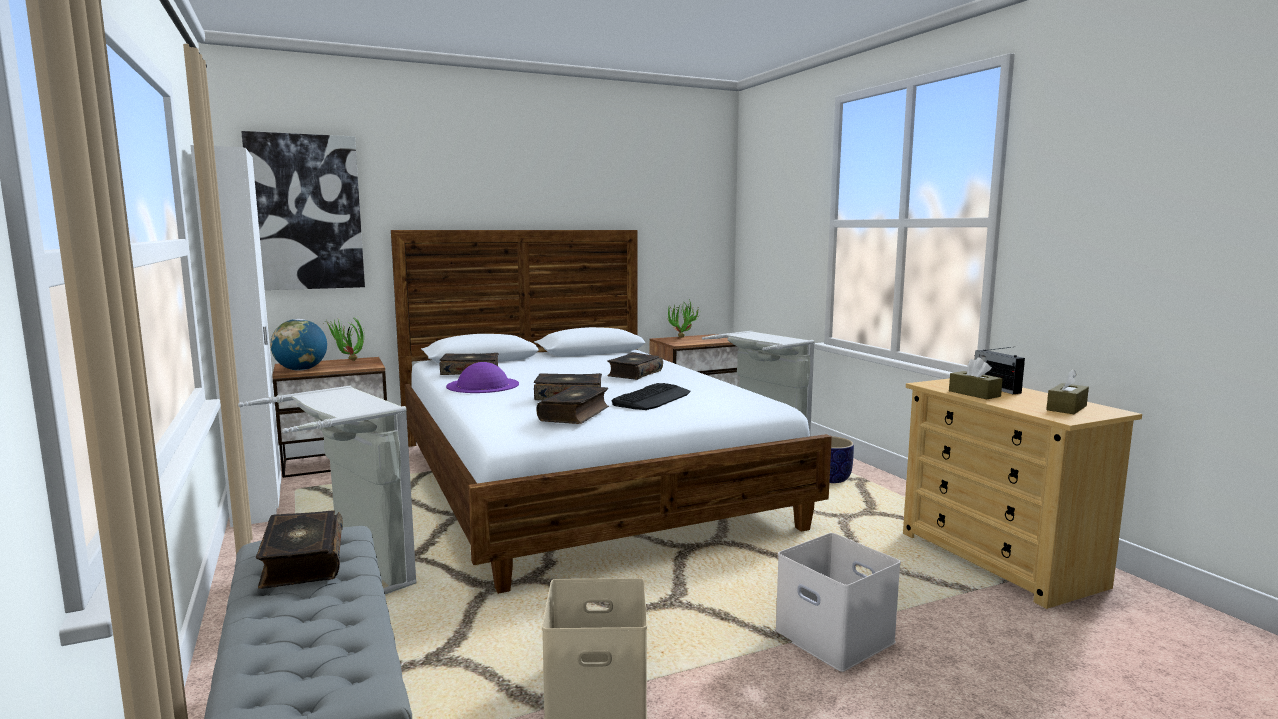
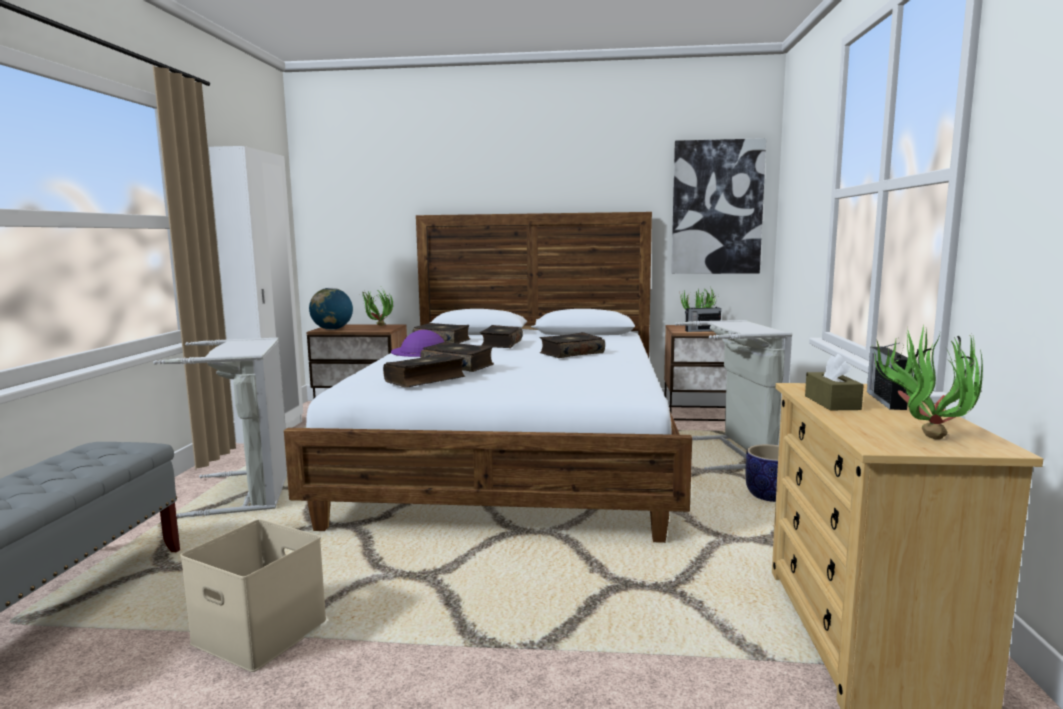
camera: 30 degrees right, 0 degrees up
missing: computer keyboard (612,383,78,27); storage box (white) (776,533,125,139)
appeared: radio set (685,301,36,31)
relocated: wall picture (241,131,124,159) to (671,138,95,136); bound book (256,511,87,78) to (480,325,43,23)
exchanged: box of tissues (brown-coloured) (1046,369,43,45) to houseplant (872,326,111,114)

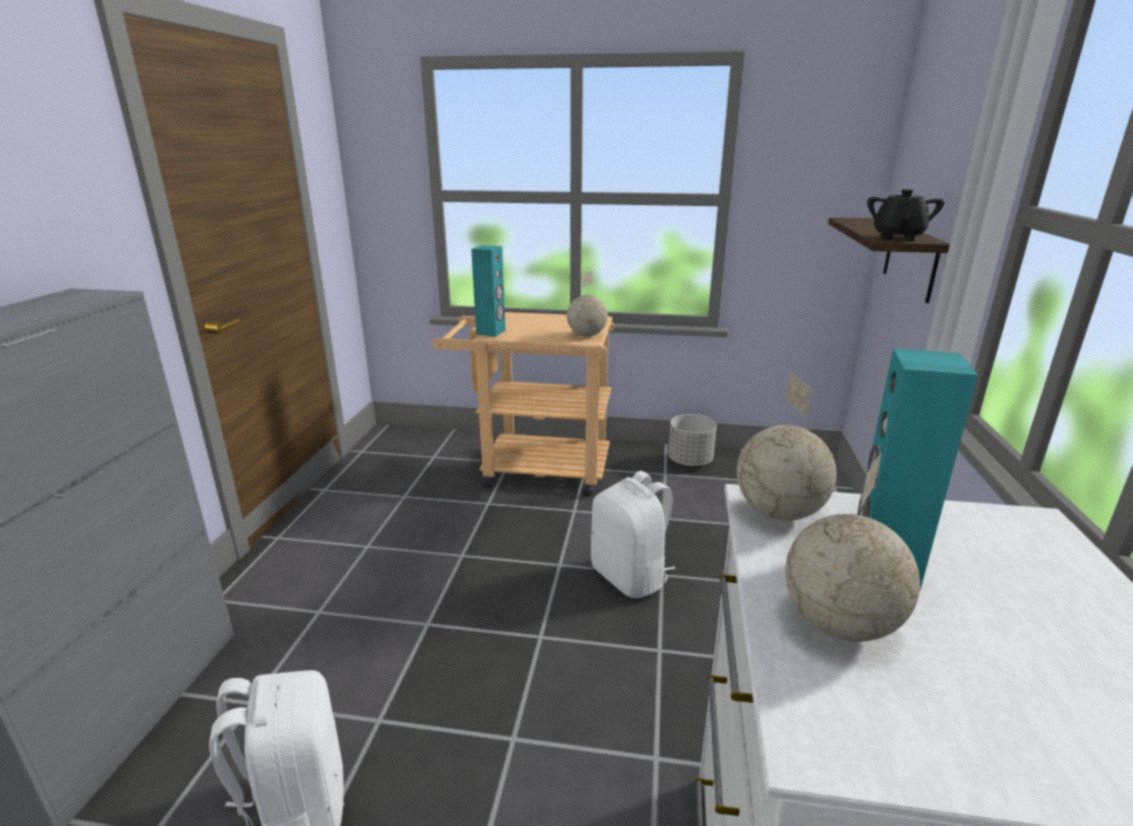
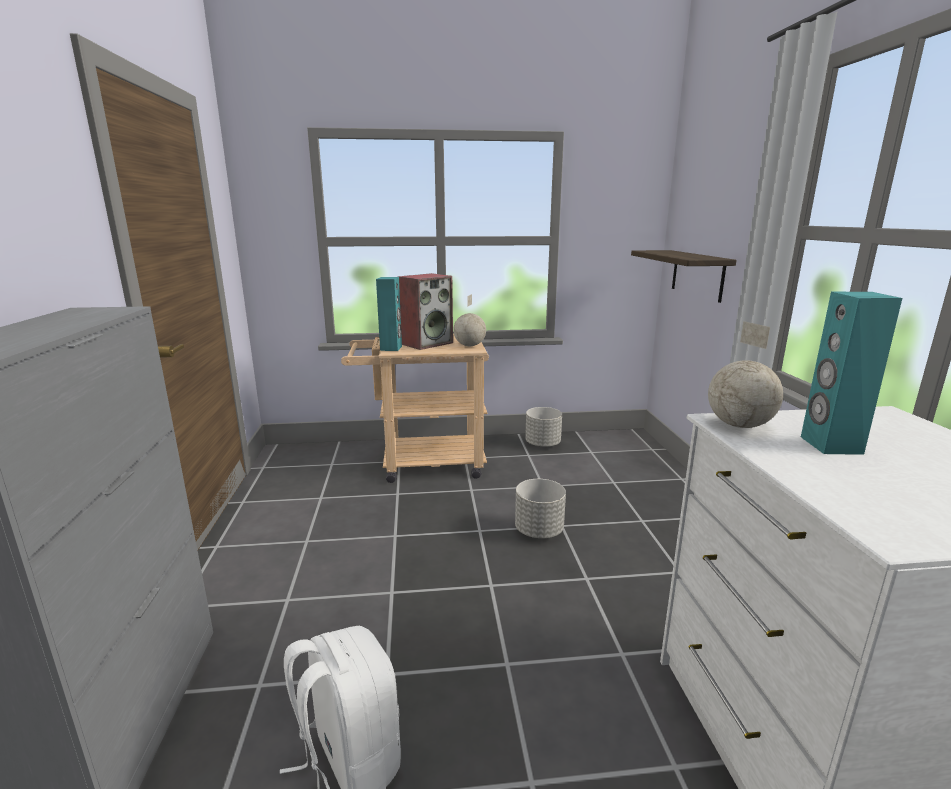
camera: 15 degrees left, 5 degrees down
missing: world globe (785,451,135,191); tea pot (black-coloured) (867,189,77,52)
appeared: speaker (398,273,55,77)
exchanged: knapsack (white) (591,471,85,127) to flower pot (grey) (515,479,51,59)

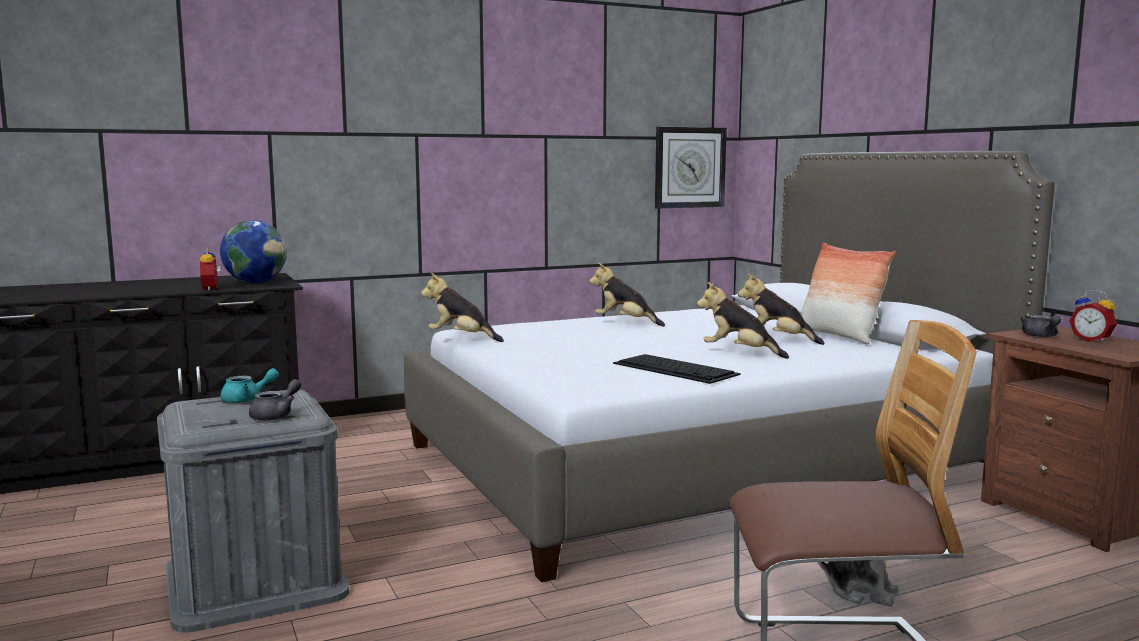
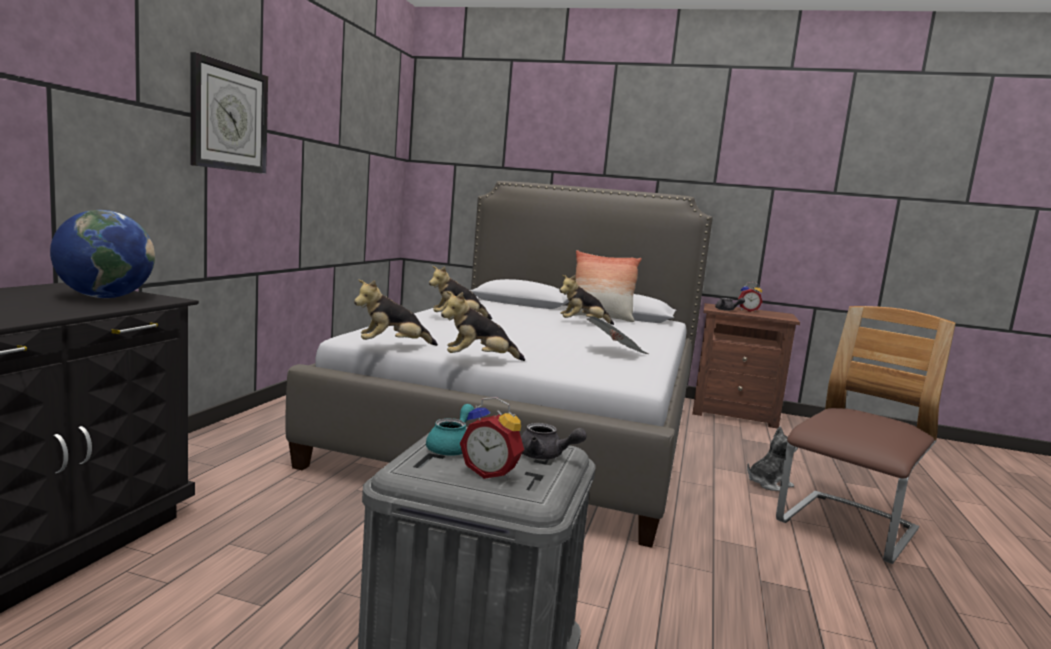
camera: 50 degrees left, 0 degrees up
relocated: alarm clock (200,246,22,45) to (460,397,64,83); wall clock (655,127,72,82) to (190,52,78,122); cuddly toy (697,282,92,77) to (441,291,84,70)
exchanged: computer keyboard (613,354,128,30) to daily paper (587,316,61,38)
spun: tea pot (grey) (249,379,52,42) = (521,423,66,37) 135 degrees clockwise

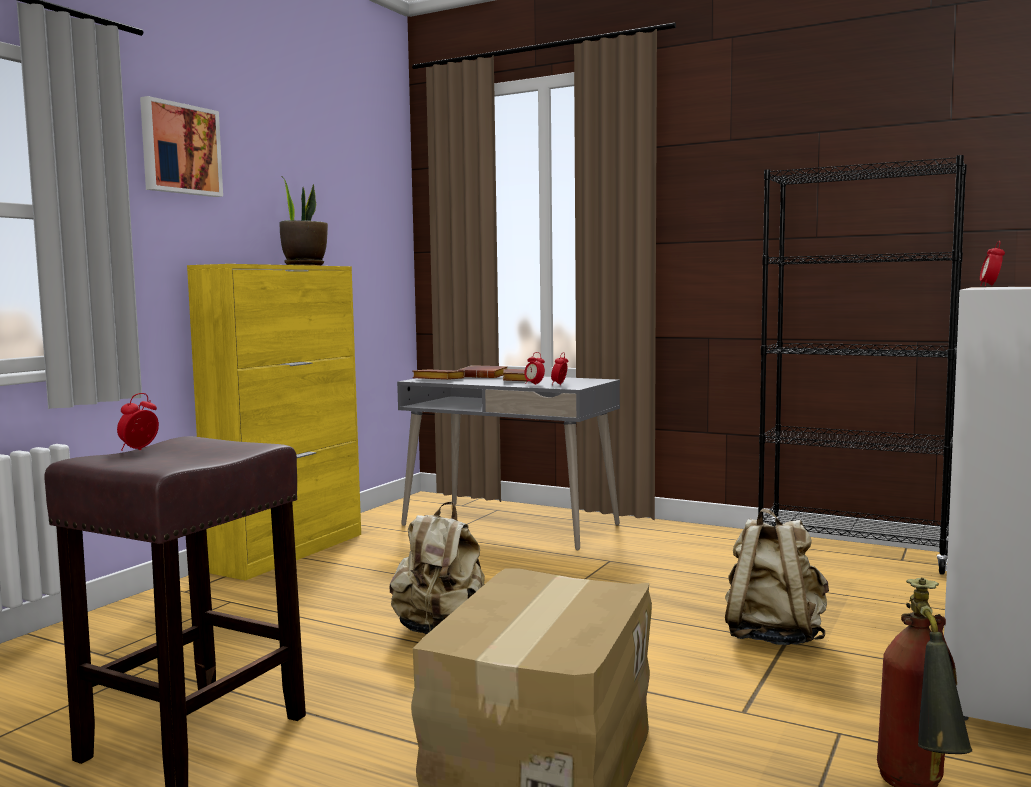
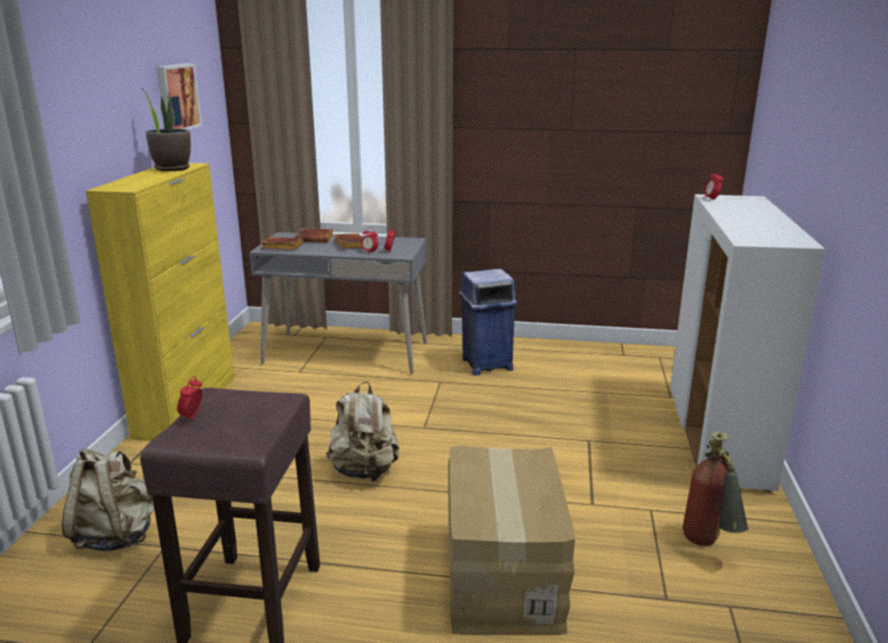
camera: 20 degrees left, 15 degrees up
missing: shelving unit (black-coloured) (758,155,209,420)
appeared: waste bin (blue) (459,269,59,106)
relocated: wall picture (140,96,83,101) to (156,63,46,67); knapsack (beige-coloured) (725,509,104,136) to (62,448,92,103)

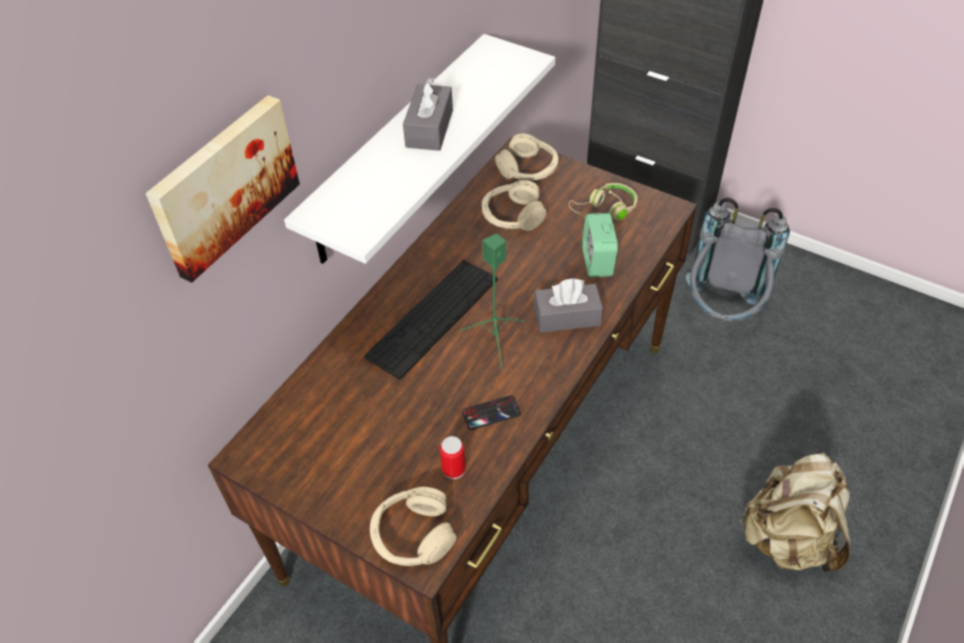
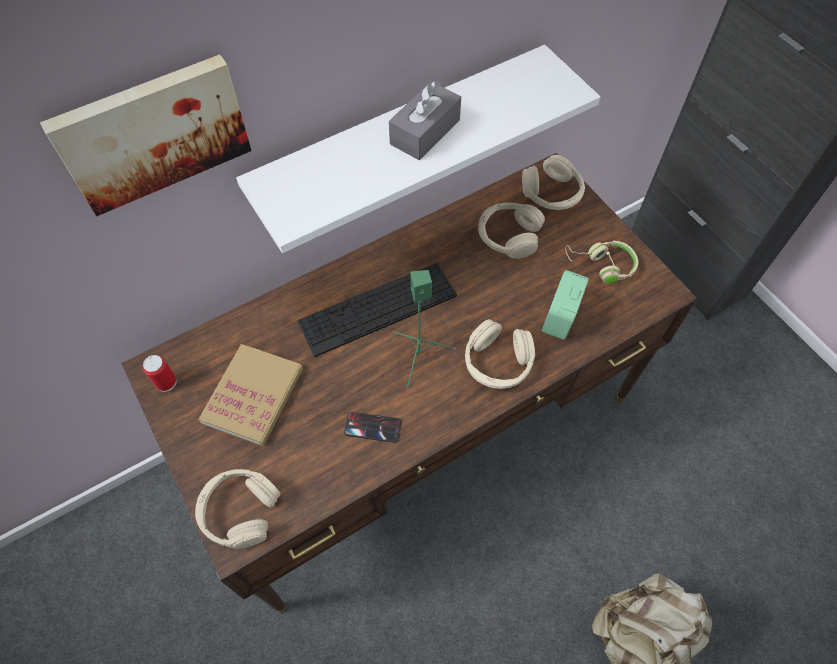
camera: 25 degrees right, 10 degrees up
missing: knapsack (grey) (686,198,104,123)
appeared: bound book (198,344,105,102)
relocated: sealed can (440,436,26,43) to (143,355,34,37)
exchanged: box of tissues (grey) (534,278,69,55) to pair of headphones (beige-coloured) (465,319,70,70)

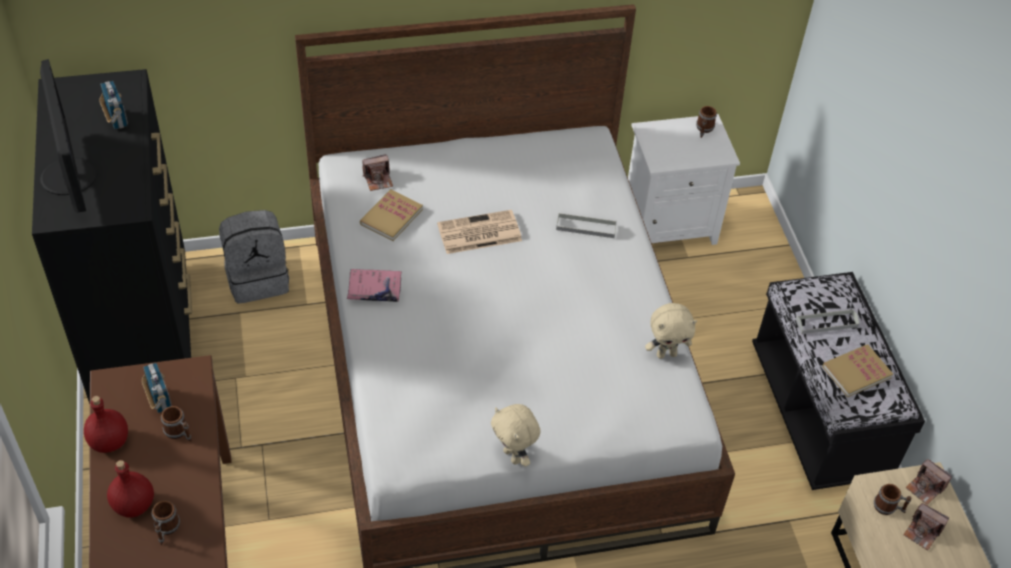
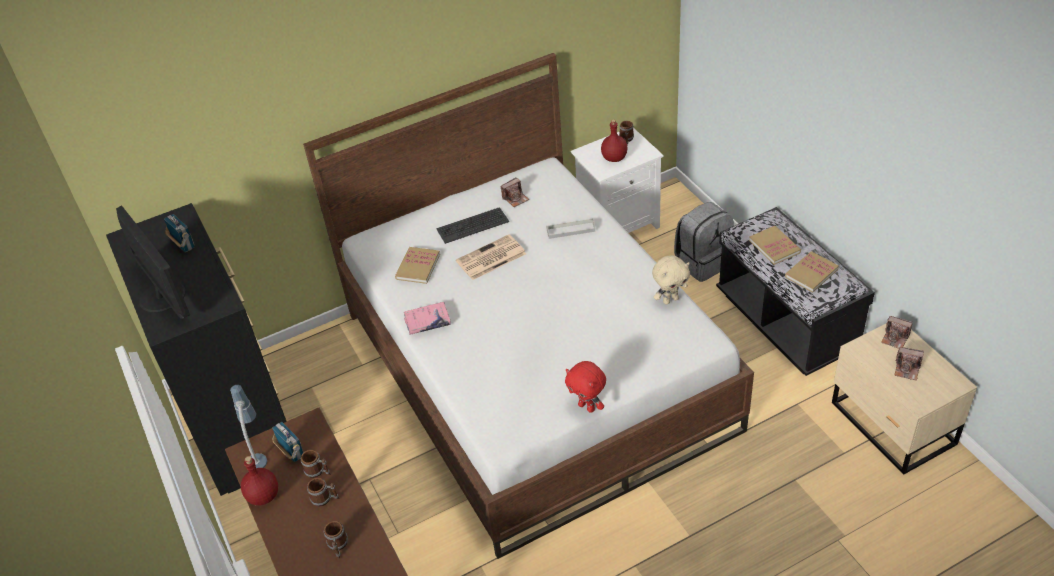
camera: 10 degrees left, 5 degrees down
appeared: tabletop lamp (230,385,37,83); computer keyboard (437,207,72,37)
relocated: beverage bottle (reddish) (107,460,47,58) to (601,119,26,43); knapsack (grey) (219,210,70,94) to (674,202,60,80); photo camera (362,154,31,37) to (501,177,28,30); mug (874,484,38,31) to (307,478,33,29)
exchanged: tray (grey) (795,309,65,25) to bound book (749,226,52,39)
colour: cuddly toy (beige-coloured) (491,404,50,63) to cuddly toy (reddish) (565,361,41,52)

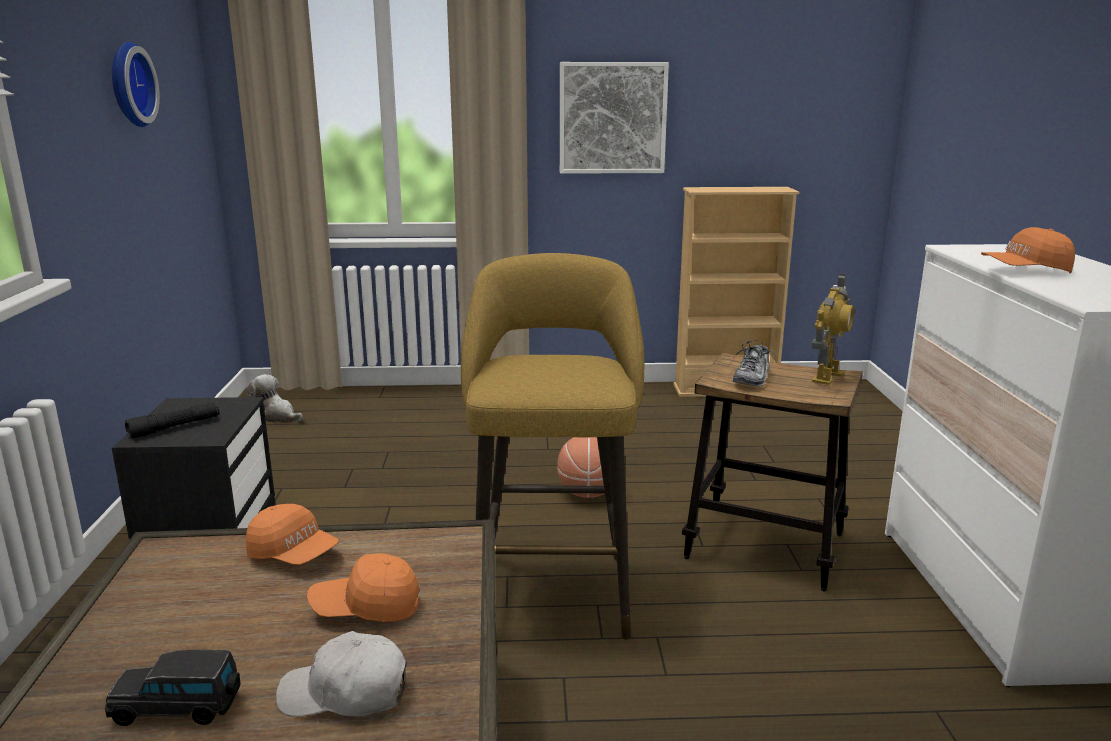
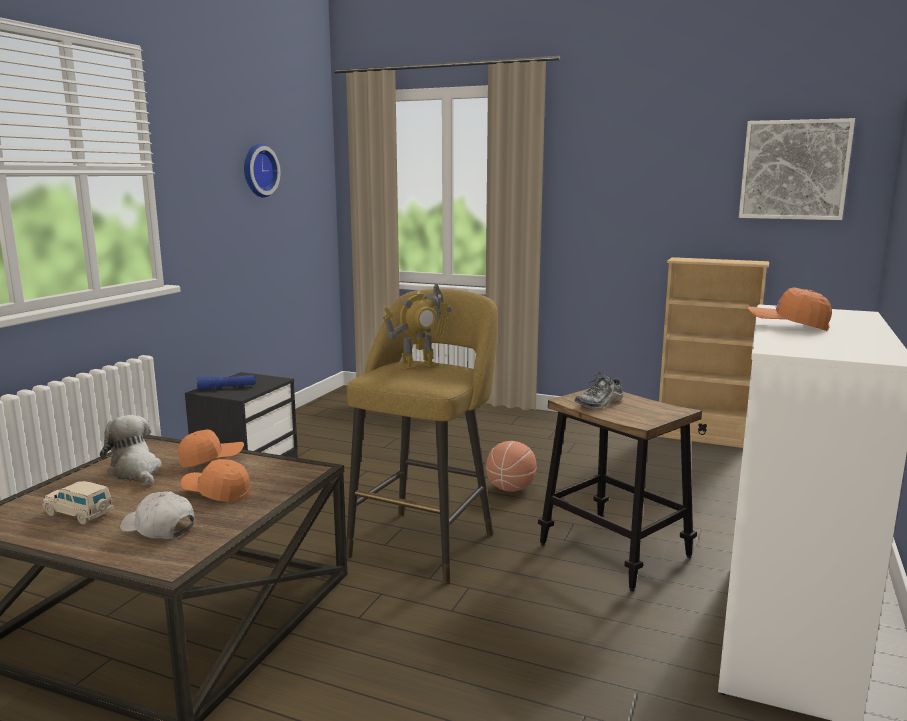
camera: 25 degrees right, 5 degrees down
relocated: cuddly toy (246,374,57,48) to (100,415,62,70); wall picture (560,62,109,112) to (739,118,116,102); robot figure (811,274,43,111) to (382,284,70,86)
colour: toy car (black-coloured) (105,650,136,76) to toy car (beige-coloured) (43,481,71,43); flashlight (black-coloured) (125,402,95,37) to flashlight (blue) (197,375,59,15)
spun: peaked cap (orangey) (246,504,93,61) = (178,430,66,37) 75 degrees counterclockwise

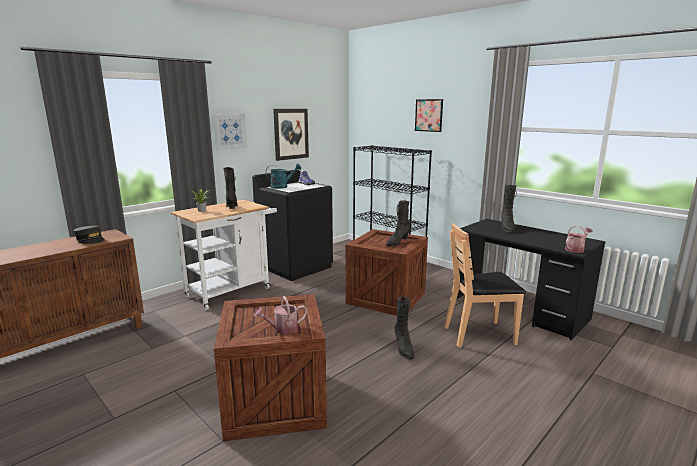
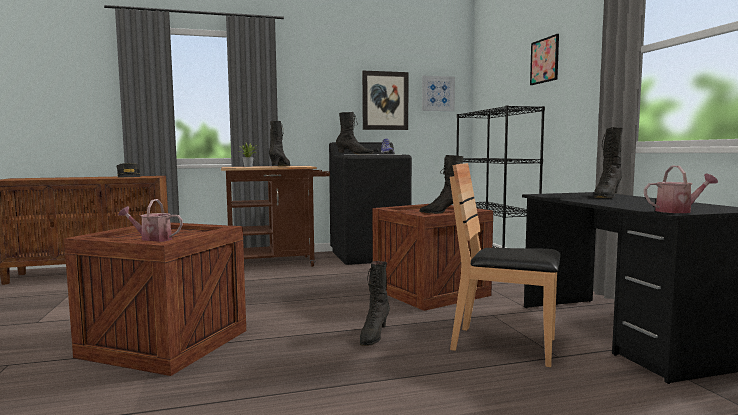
camera: 30 degrees right, 10 degrees down
relocated: wall picture (213,114,34,36) to (422,76,33,35)
exchanged: watering pot (turquoise-coloured) (266,163,35,26) to high-top boot (black-coloured) (336,112,38,43)
colour: trolley (white) (171,200,106,110) to trolley (brown-coloured) (221,166,109,101)

